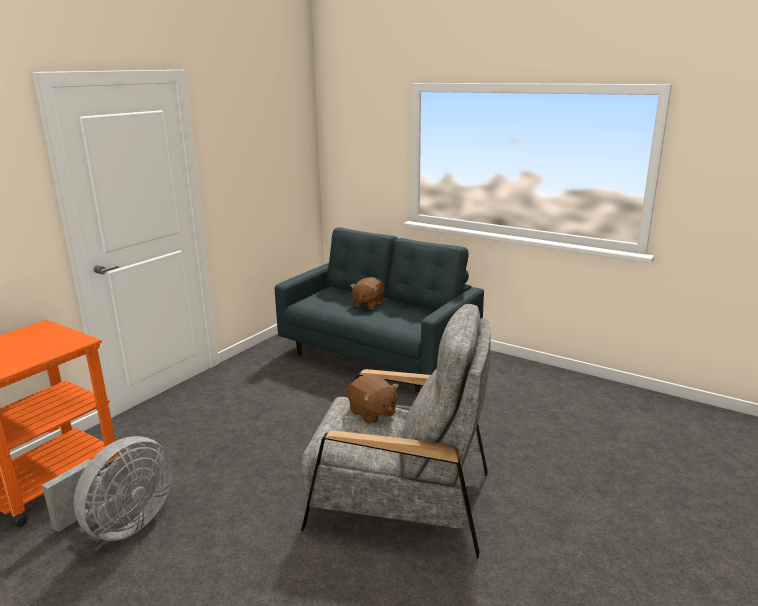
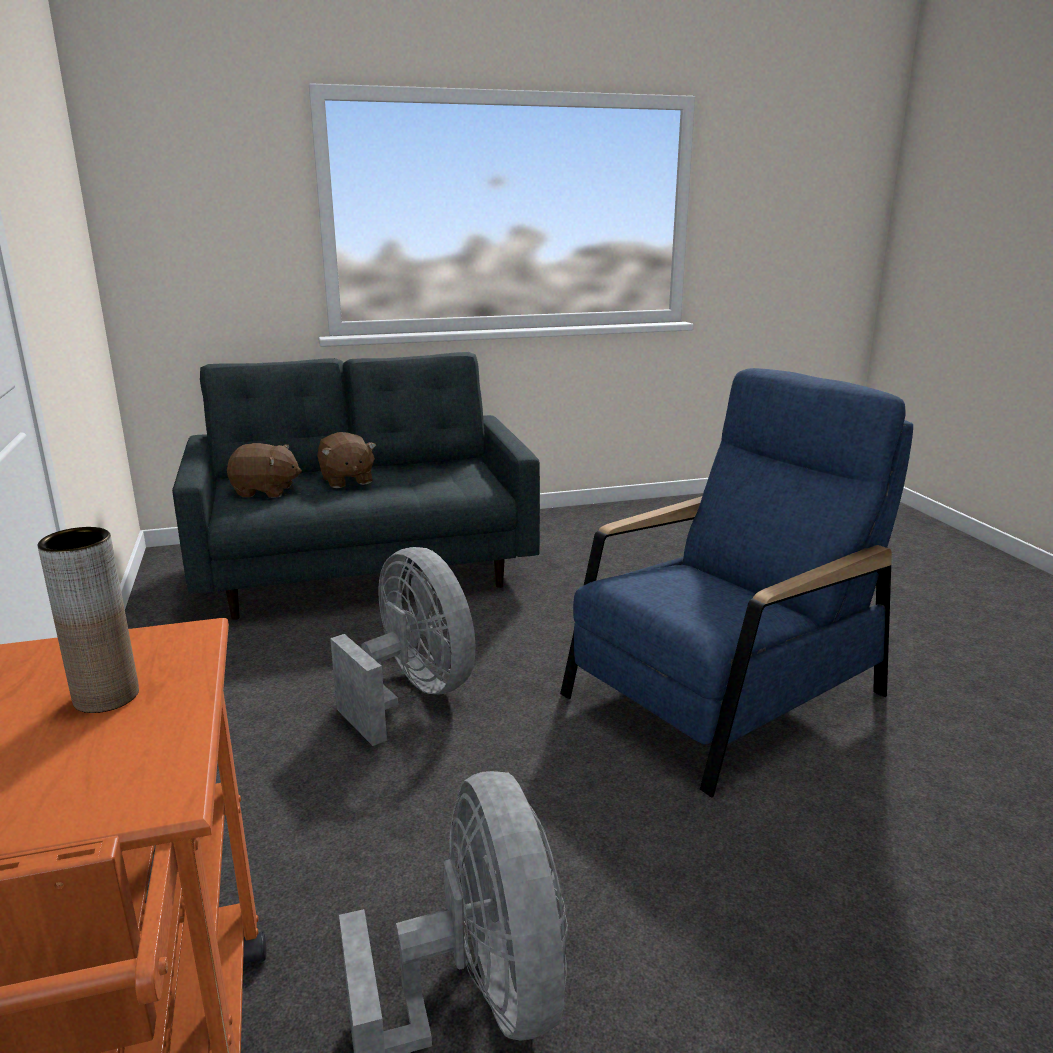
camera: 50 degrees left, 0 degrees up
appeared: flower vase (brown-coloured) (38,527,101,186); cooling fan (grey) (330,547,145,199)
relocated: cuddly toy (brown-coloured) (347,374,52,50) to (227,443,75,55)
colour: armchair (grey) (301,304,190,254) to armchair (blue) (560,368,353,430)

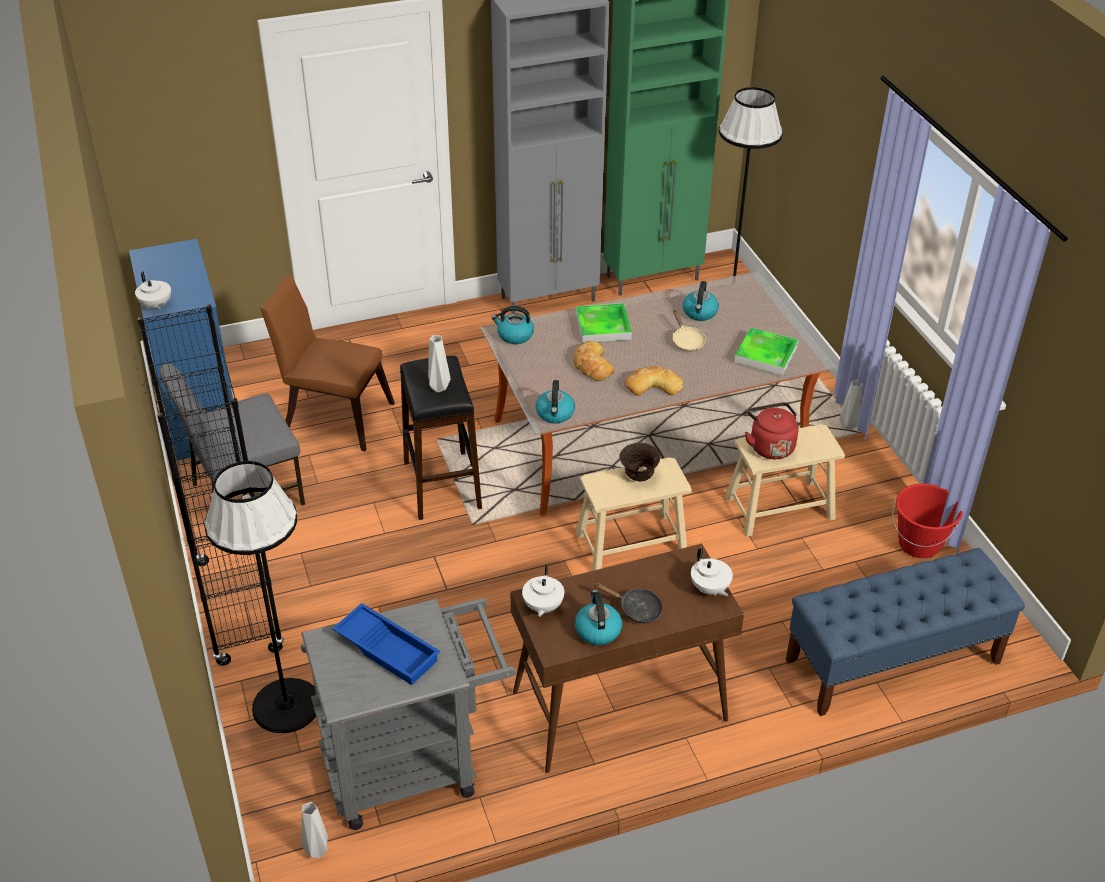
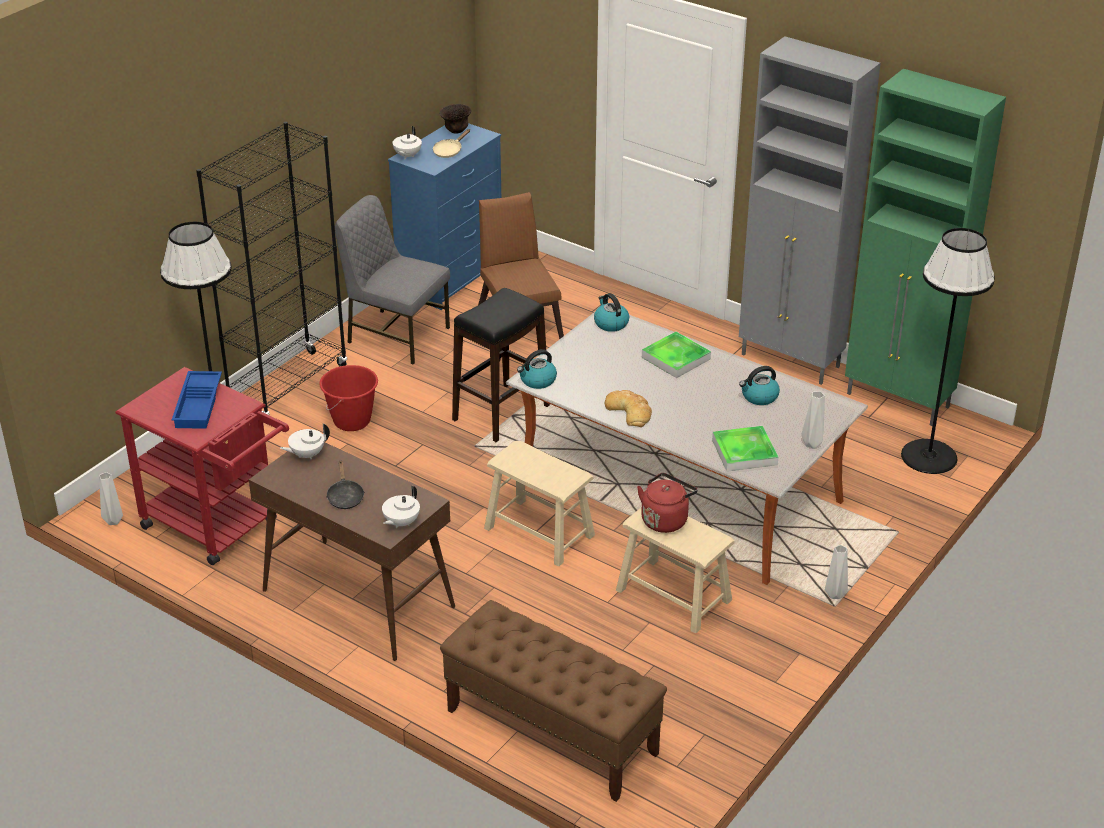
camera: 55 degrees right, 5 degrees down
missing: baked bread (574,341,40,40); water kettle (575,590,47,55)
relocated: flower vase (grey) (428,335,23,57) to (801,391,24,58); deep dish (brown-coloured) (620,443,40,39) to (439,104,32,30); pan (beige-coloured) (672,310,34,42) to (433,129,37,29); water bucket (reddish) (892,483,71,75) to (319,365,59,66)
colour: trolley (grey) (301,598,214,232) to trolley (reddish) (115,367,174,198); long seat (blue) (786,548,239,168) to long seat (brown-coloured) (440,600,227,202)

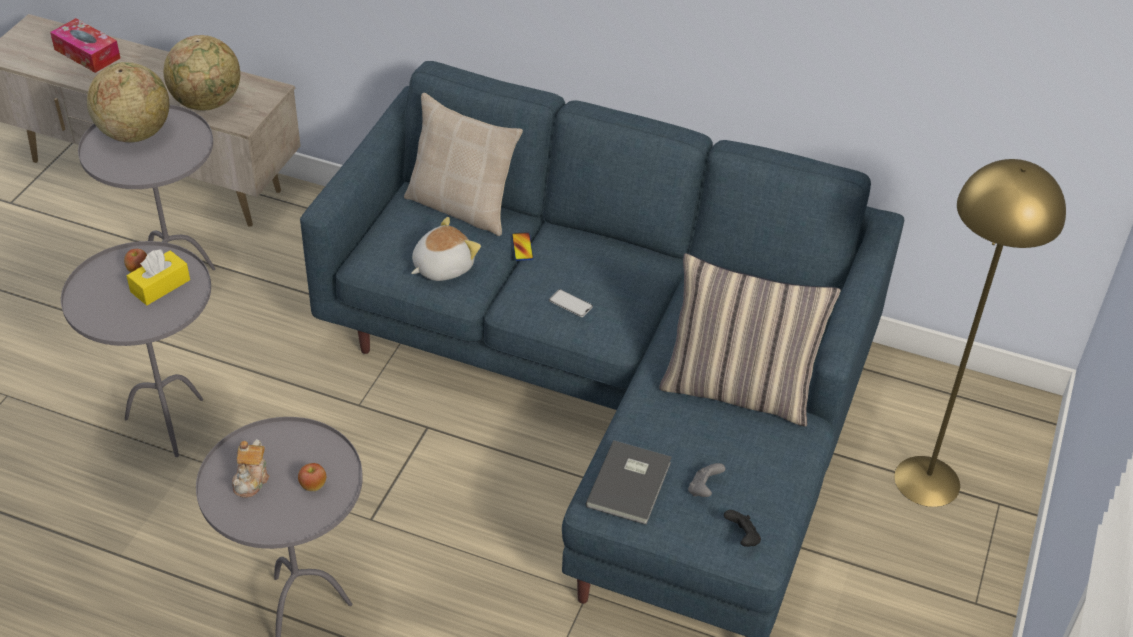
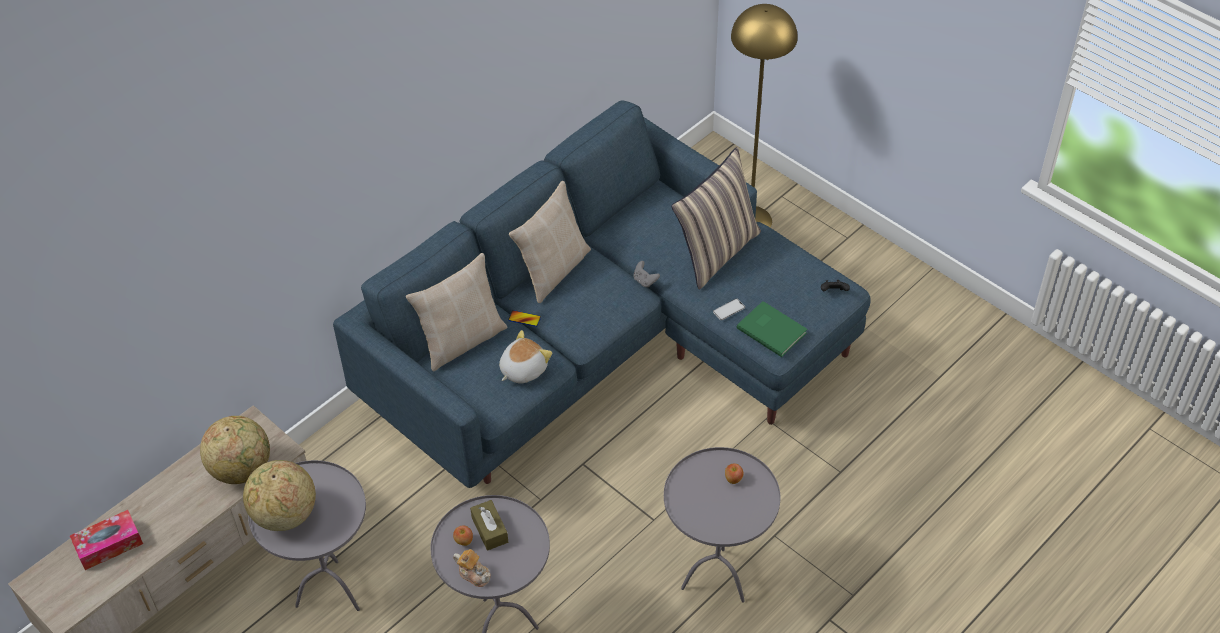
camera: 65 degrees left, 5 degrees up
appeared: throw pillow (beige-coloured) (509,181,82,122)
relocated: tea pot (232,439,37,59) to (453,549,38,38); telephone (549,289,44,28) to (713,298,32,22); joypad (grey) (688,463,37,34) to (633,261,27,27)
colour: box of tissues (yellowish) (126,249,64,56) to box of tissues (brown-coloured) (470,500,38,51); bound book (grey) (586,440,86,85) to bound book (green-coloured) (737,301,70,56)
spun: cuddly toy (411,217,70,64) = (499,330,53,54) 60 degrees clockwise

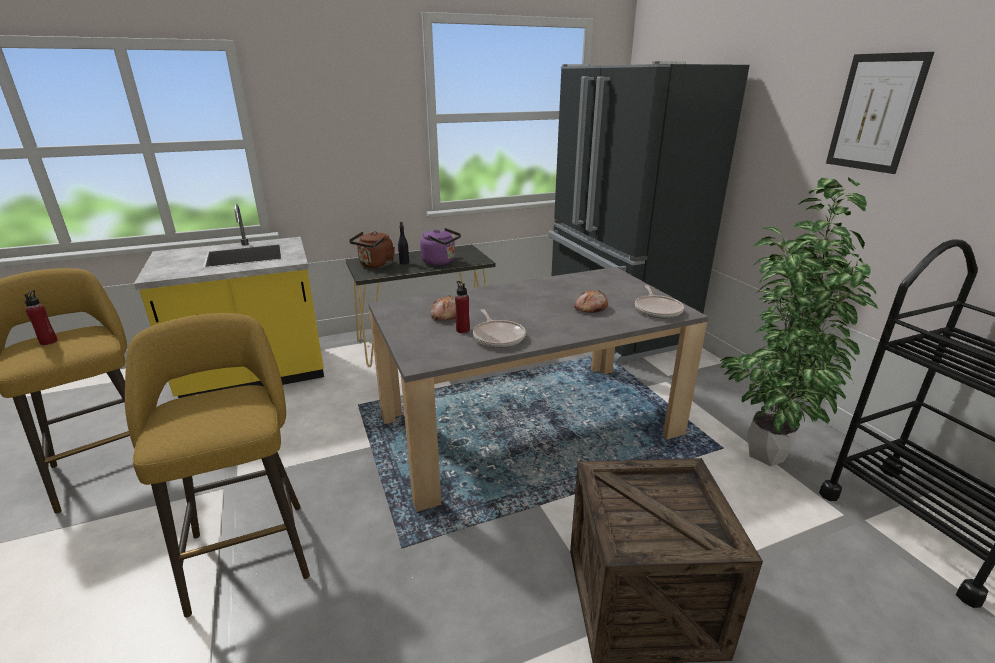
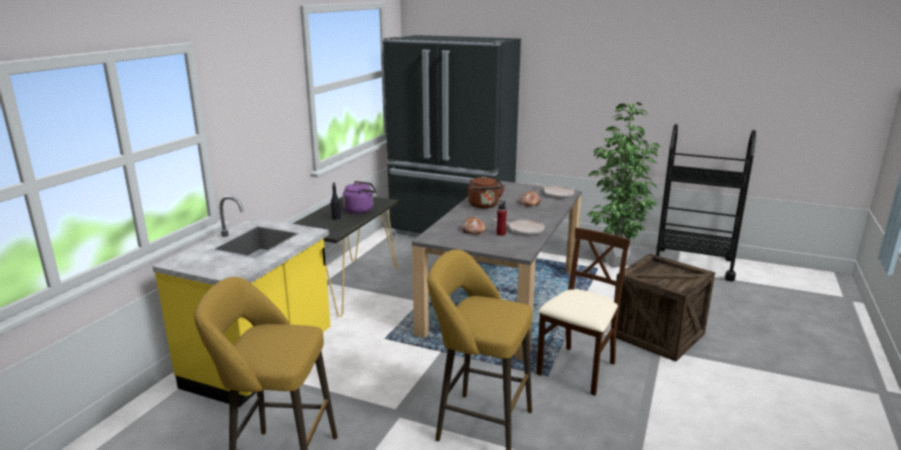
camera: 45 degrees left, 5 degrees down
missing: beverage bottle (reddish) (24,290,34,55); wall picture (826,52,108,122)
appeared: upright chair (beige-coloured) (536,227,95,169)
relocated: water kettle (brown-coloured) (349,231,46,37) to (468,176,37,32)

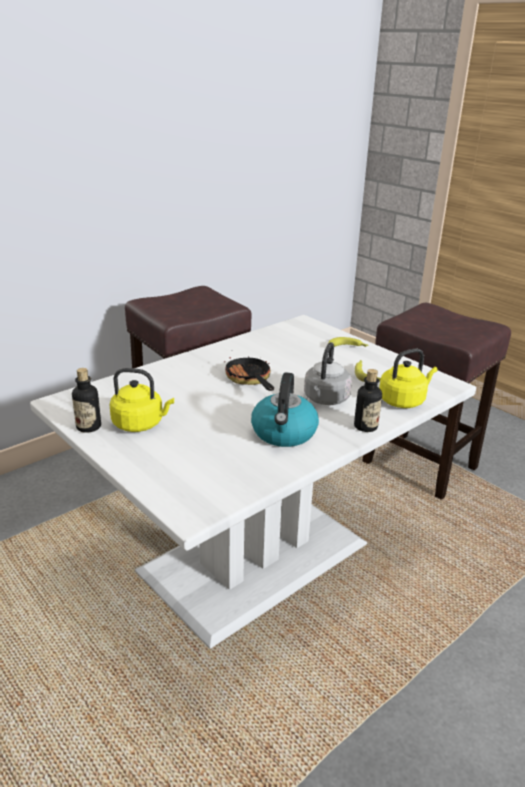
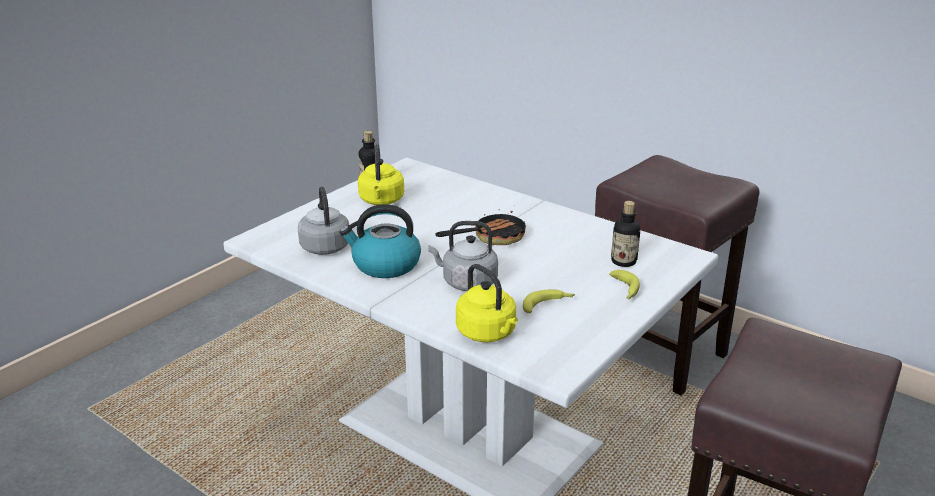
camera: 80 degrees right, 0 degrees up
appeared: water kettle (grey) (298,187,51,68)
relocated: beverage bottle (354,369,28,63) to (611,201,29,66)

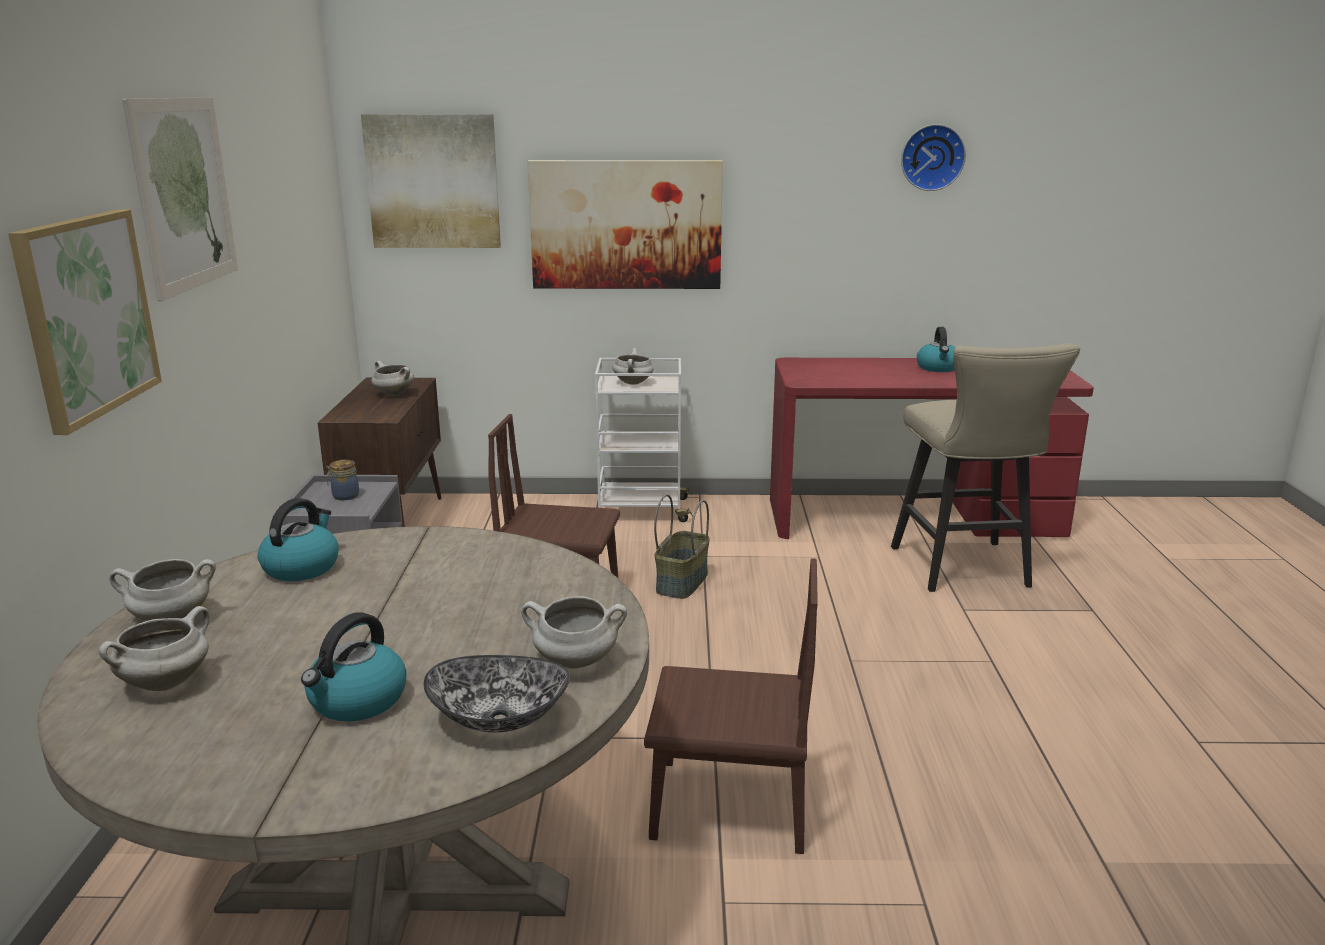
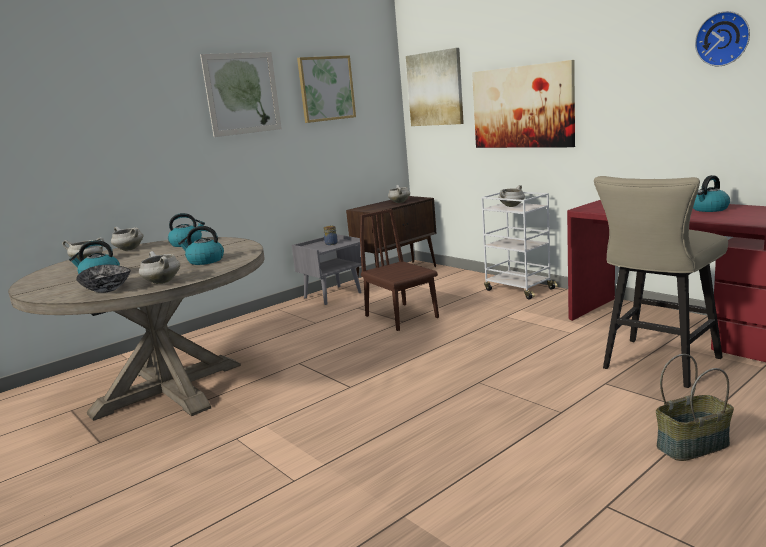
camera: 50 degrees right, 5 degrees down
missing: upright chair (brown-coloured) (644,558,174,296)
appeared: water kettle (178,226,46,39)
relocated: wall picture (8,209,154,226) to (297,55,59,68); basket (654,494,56,105) to (656,354,78,107)

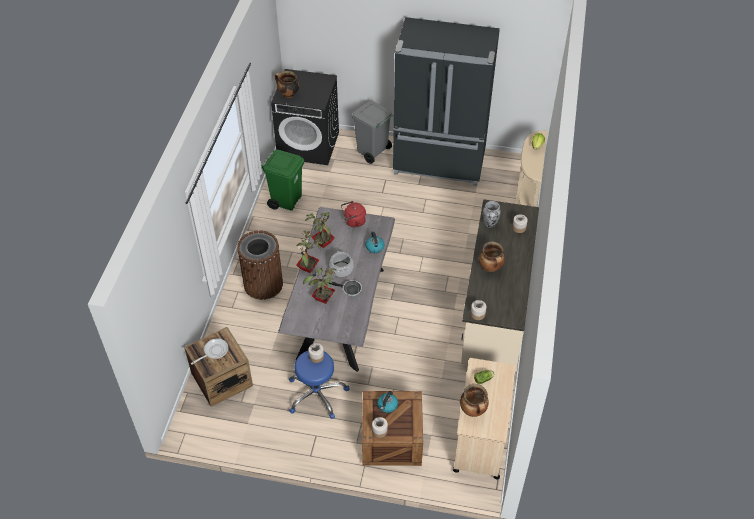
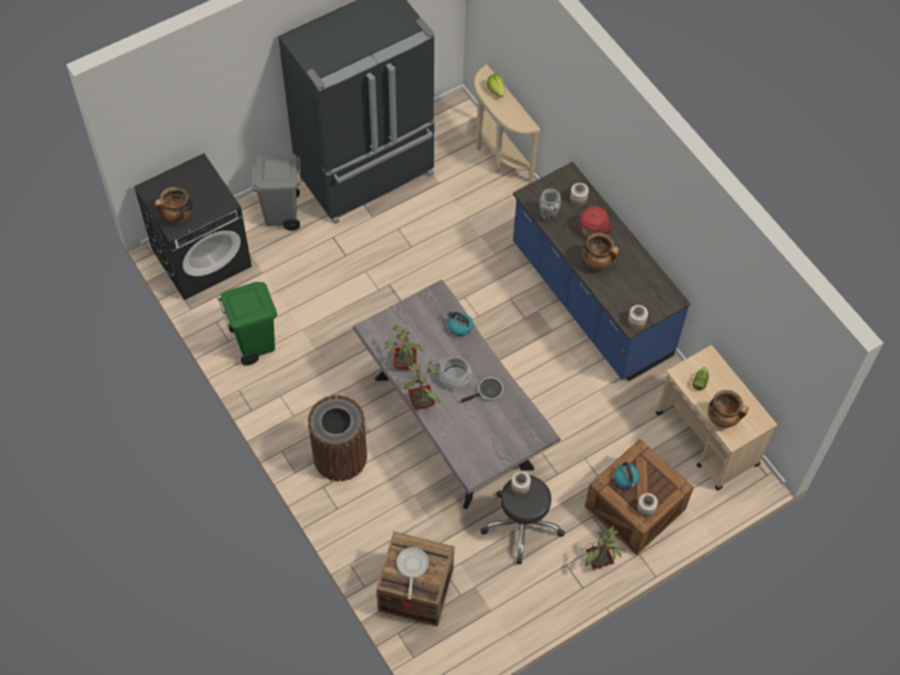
camera: 45 degrees left, 10 degrees up
relocated: houseplant (303,266,33,38) to (585,526,41,44); water kettle (reddish) (341,201,25,27) to (576,206,37,31)
colour: stool seat (blue) (289,350,61,69) to stool seat (black-coloured) (480,475,85,89); kitchen base unit (beige-coloured) (461,199,78,173) to kitchen base unit (blue) (513,162,177,219)

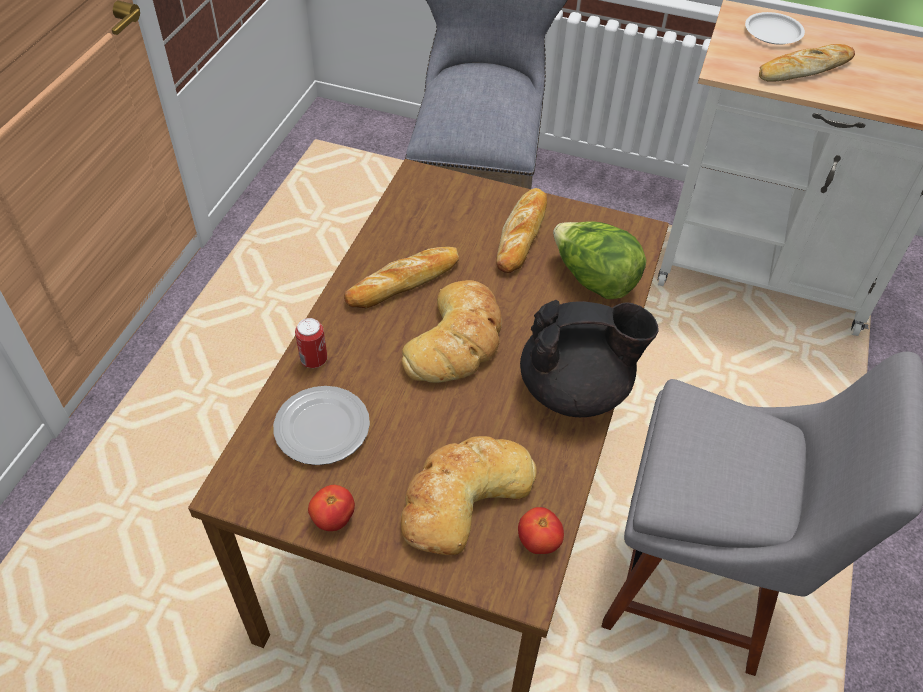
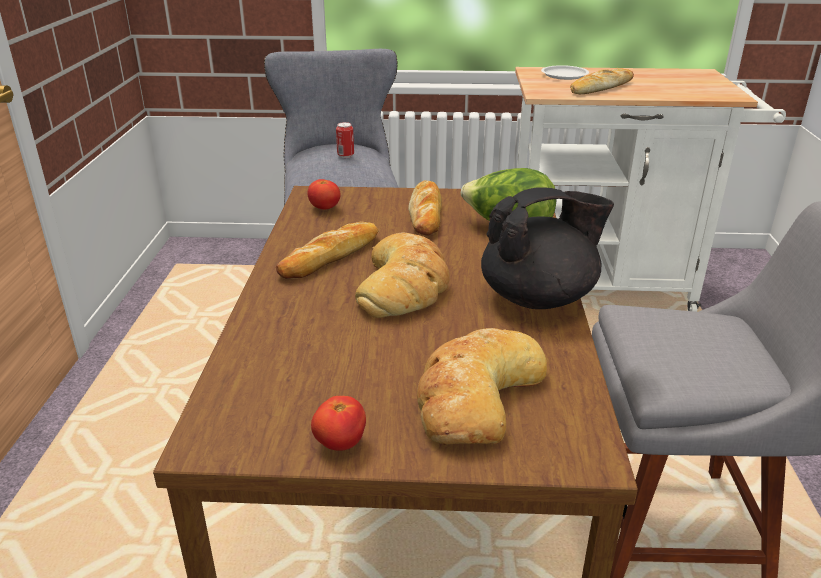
camera: 15 degrees left, 20 degrees down
missing: dinner plate (273,386,97,79)
relocated: sealed can (295,318,32,50) to (336,122,18,36); tomato (518,507,46,47) to (307,179,33,30)

